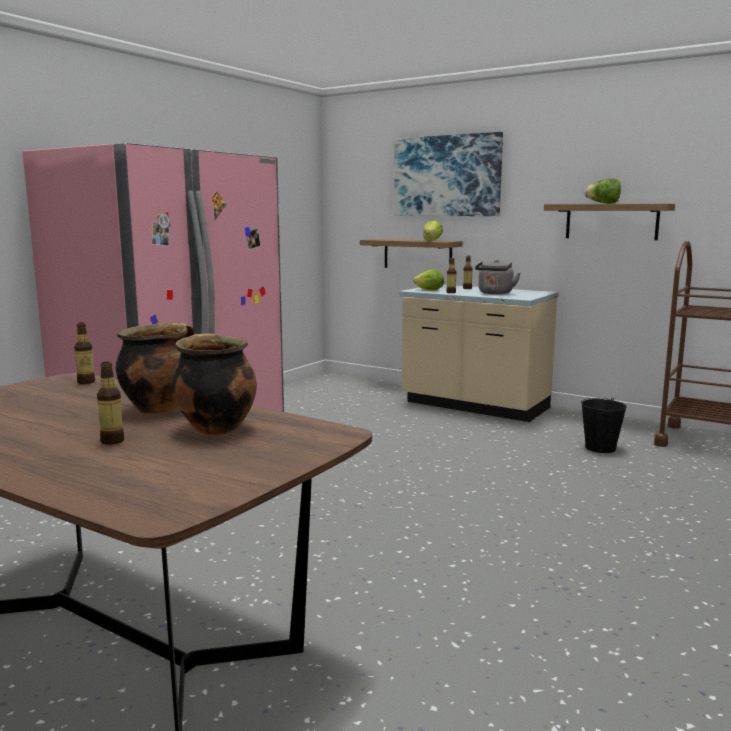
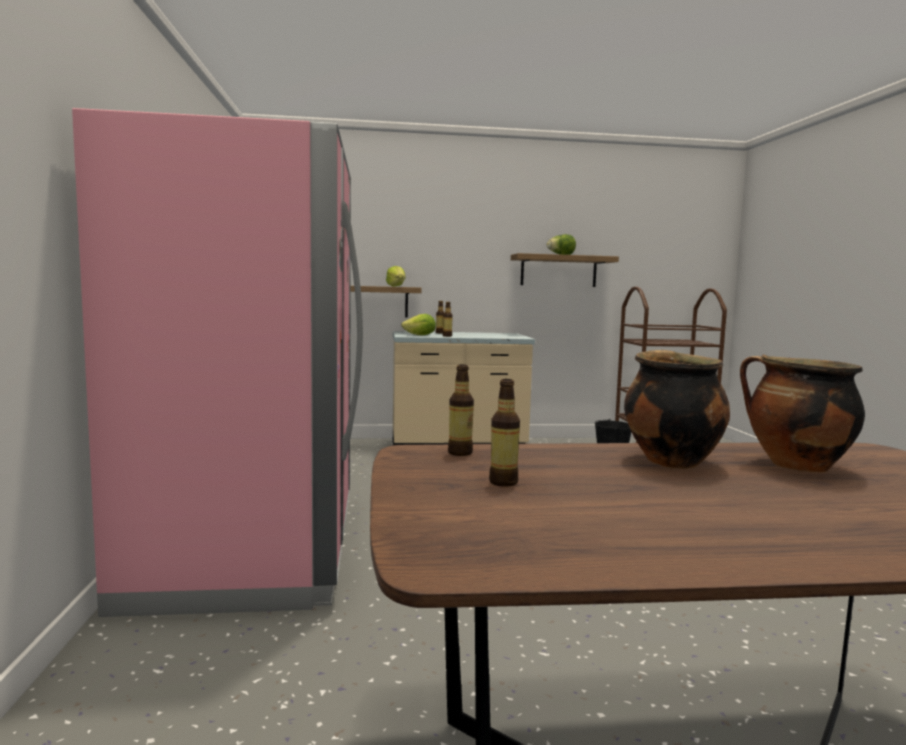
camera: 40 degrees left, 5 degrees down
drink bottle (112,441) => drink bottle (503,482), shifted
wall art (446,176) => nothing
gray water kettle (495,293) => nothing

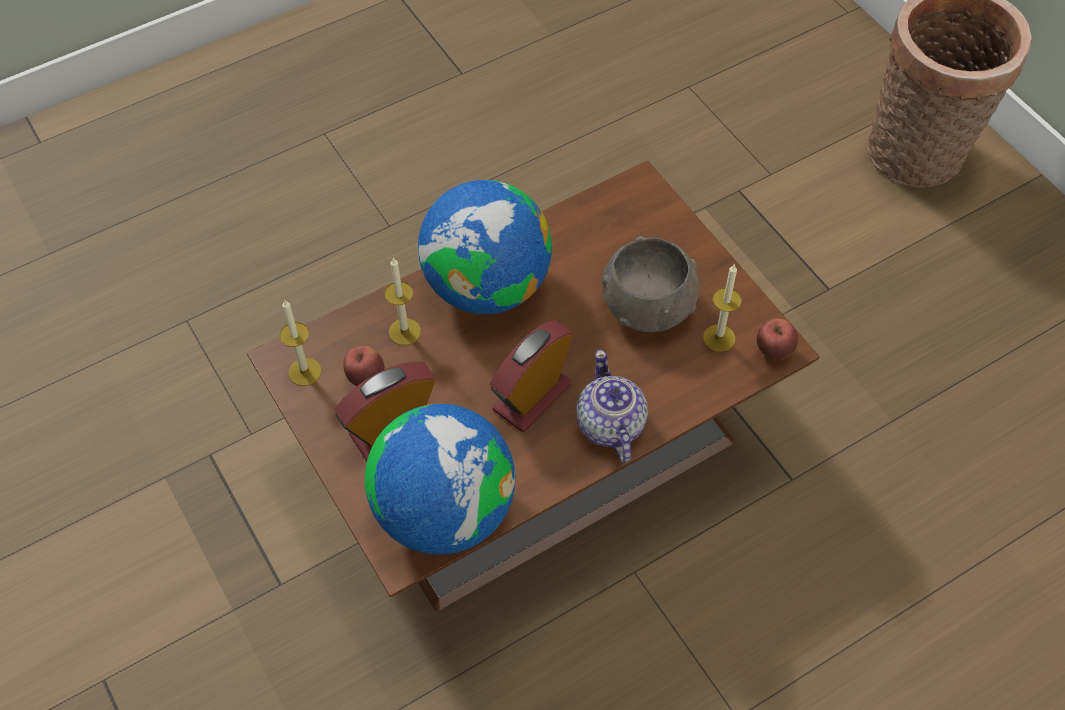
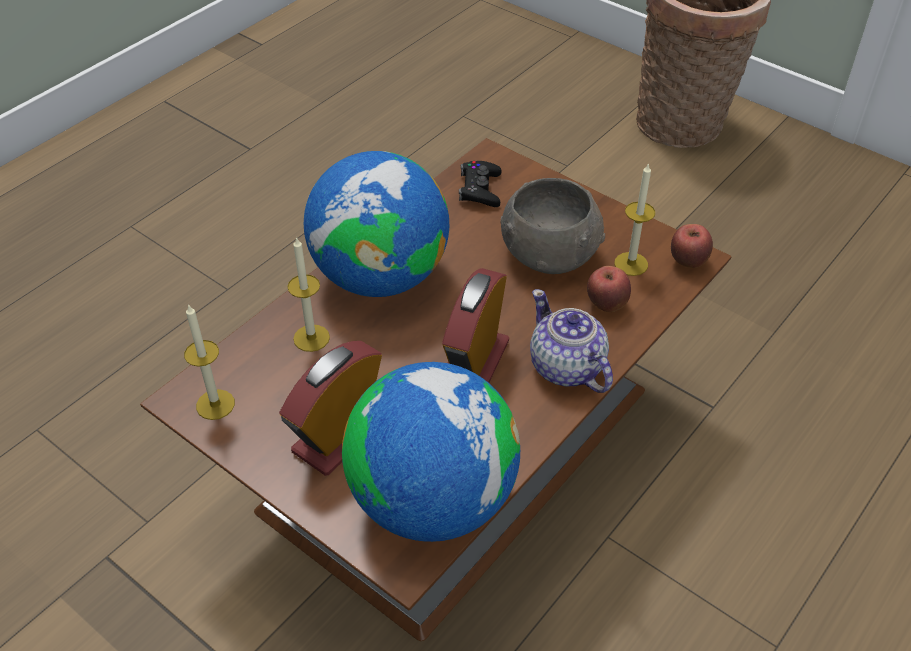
camera: 20 degrees left, 10 degrees down
apple fruit (366,378) => apple fruit (606,305), shifted
nothing => blackish game controller (480,189)

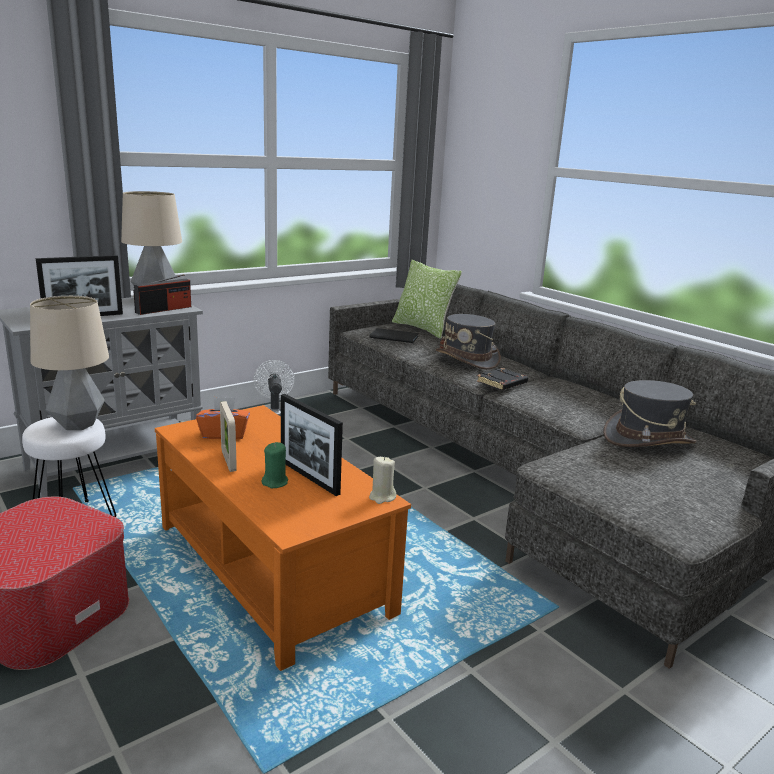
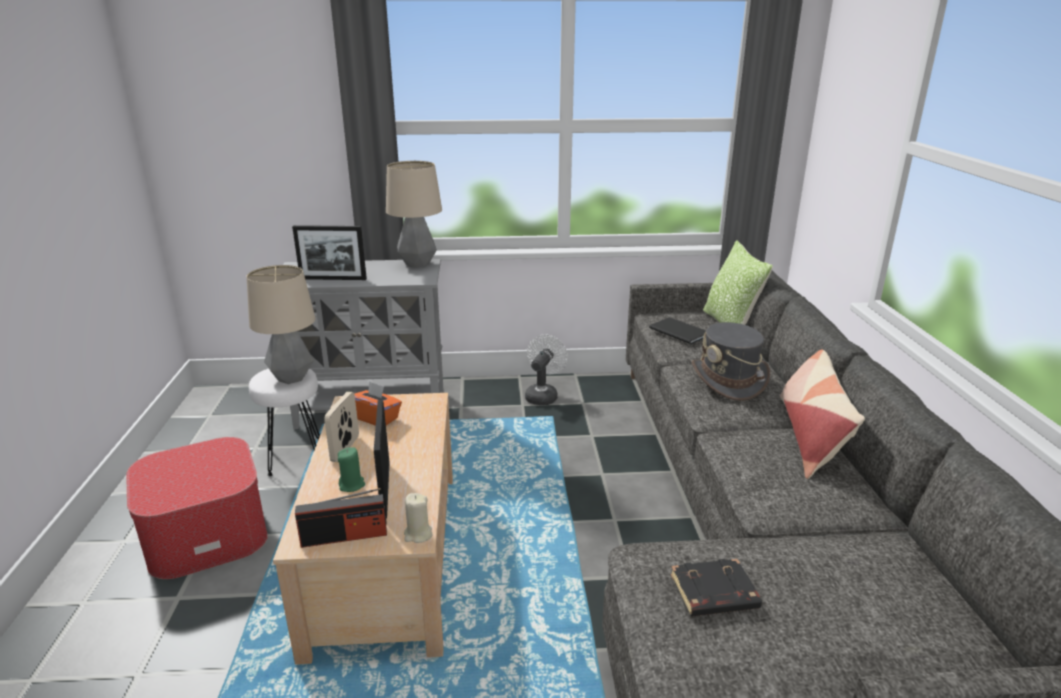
camera: 35 degrees right, 5 degrees up
radio (164,309) => radio (344,536), shifted
orange-coloured low table (274,568) => beige-coloured low table (389,558)
blackish volume (502,383) => blackish volume (713,594), shifted
gray wearable hat (648,439) => nothing
nothing => pillow (811,435)

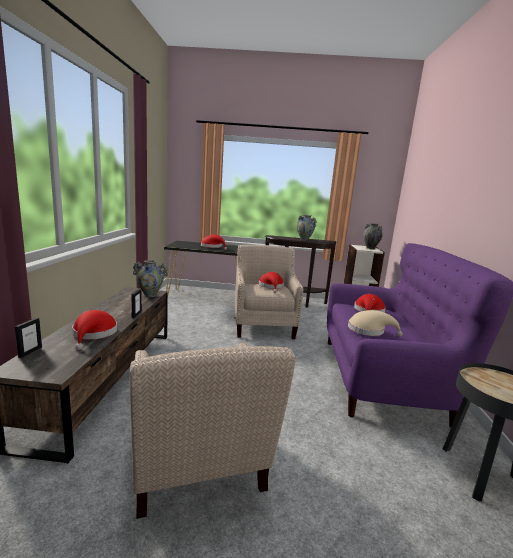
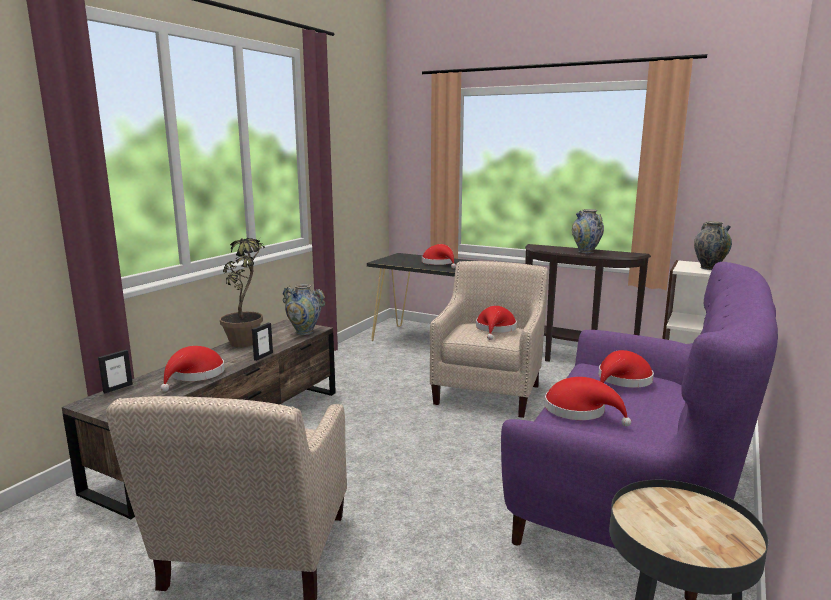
camera: 25 degrees right, 0 degrees up
beige-coloured wearable hat (369,330) => red wearable hat (579,411)
nothing => plant in a pot (248,340)

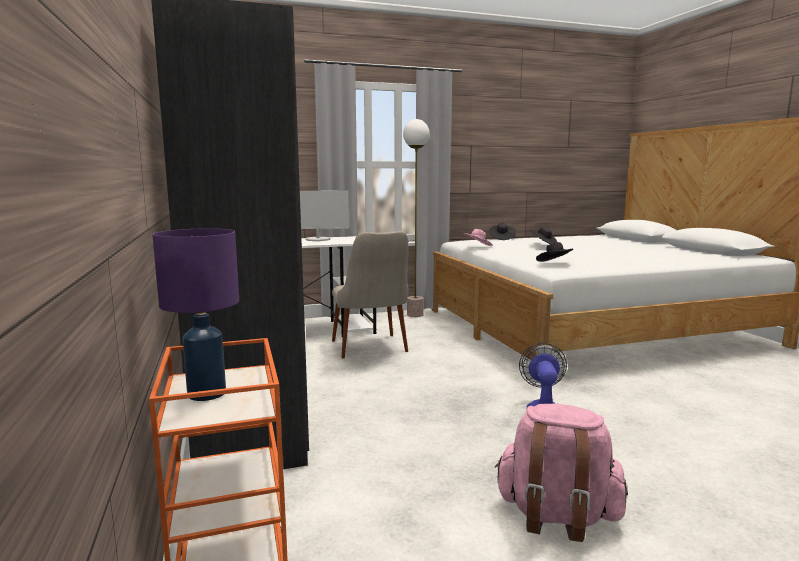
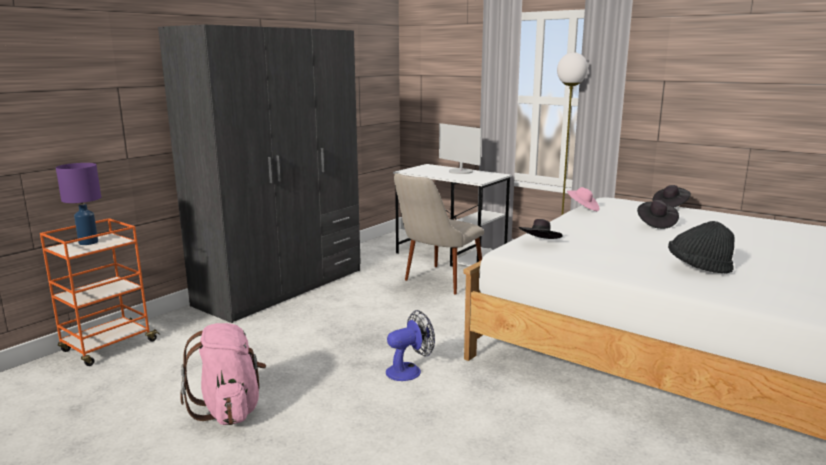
camera: 55 degrees right, 5 degrees up
nothing => blackish wearable hat (698,267)

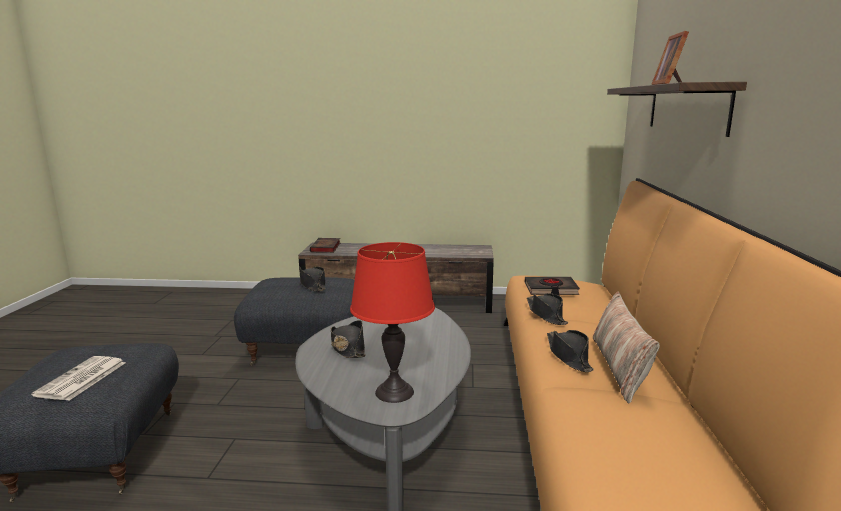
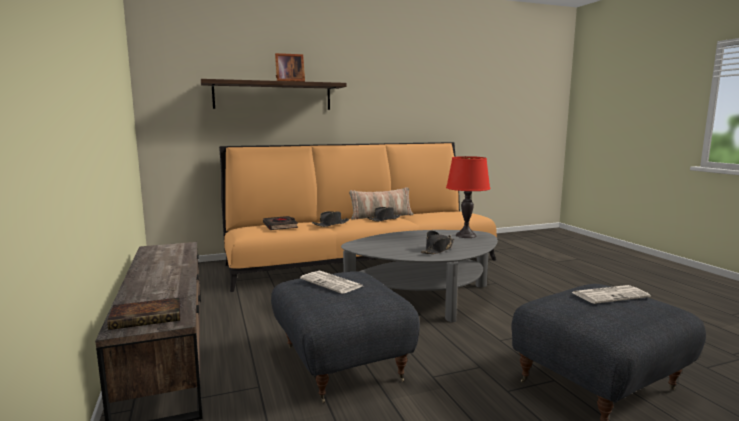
camera: 115 degrees left, 5 degrees down
blackish wearable hat (313,284) => printed paper (332,283)

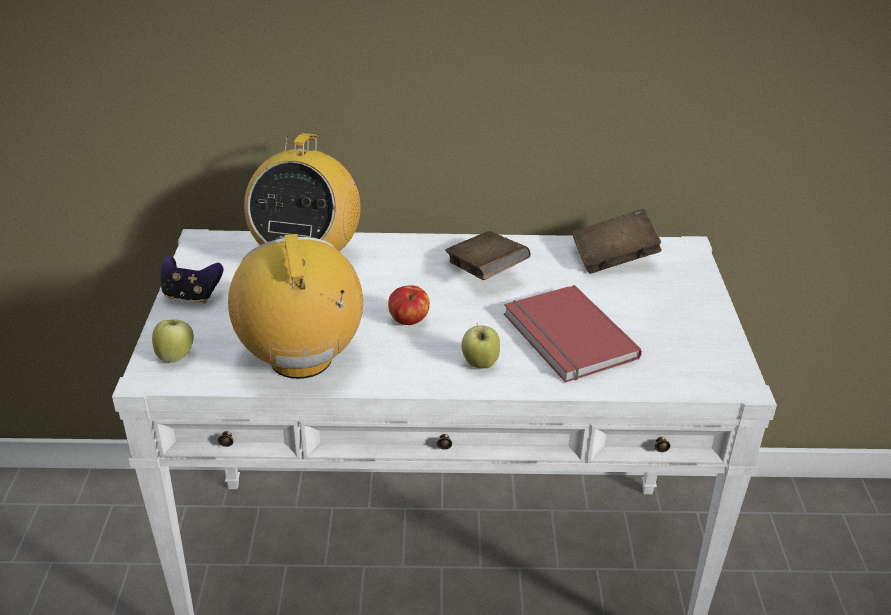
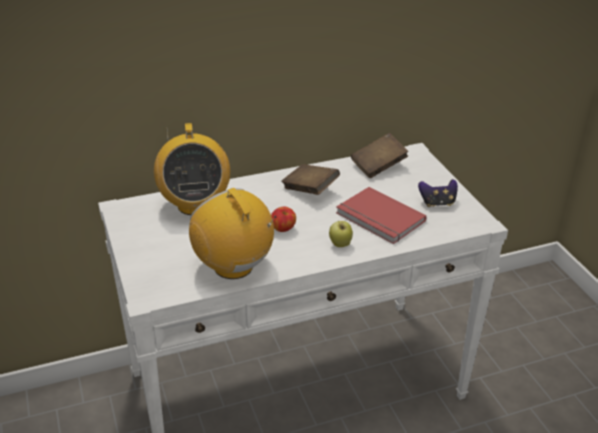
camera: 20 degrees left, 0 degrees up
apple fruit (176,356) => nothing
game controller (191,296) => game controller (437,203), shifted

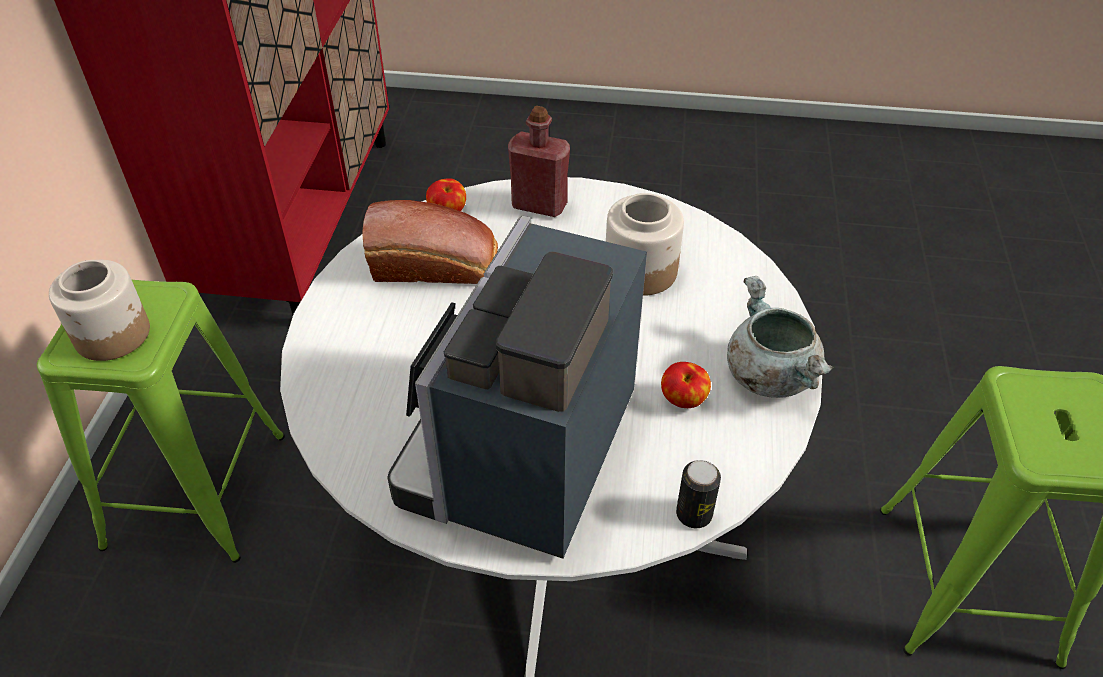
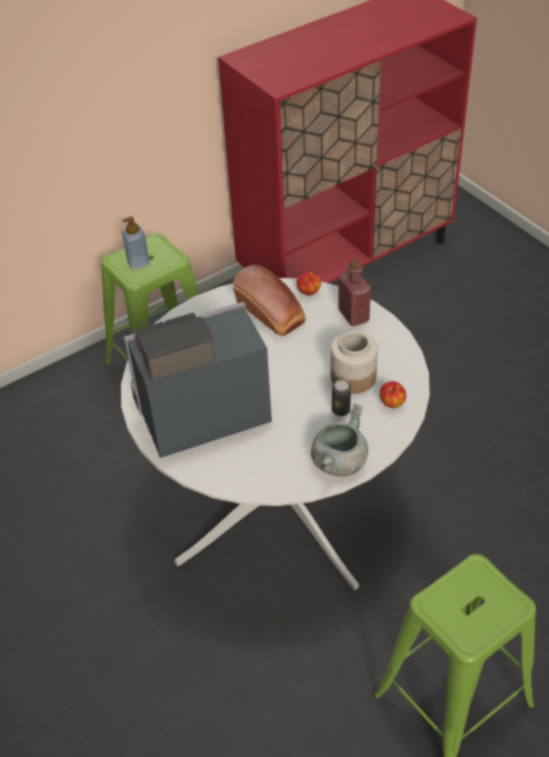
camera: 50 degrees right, 0 degrees up
preserve jar (113,334) => soap dispenser (138,262)
apple fruit (683,400) => apple fruit (392,403), shifted
metal can (694,514) => metal can (341,410), shifted

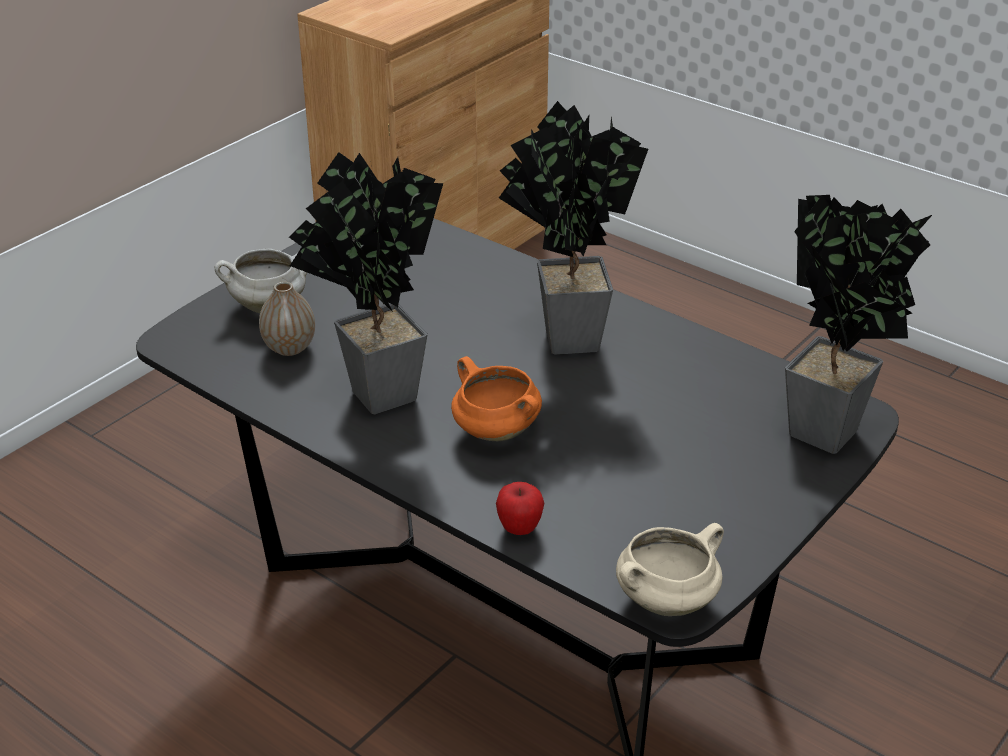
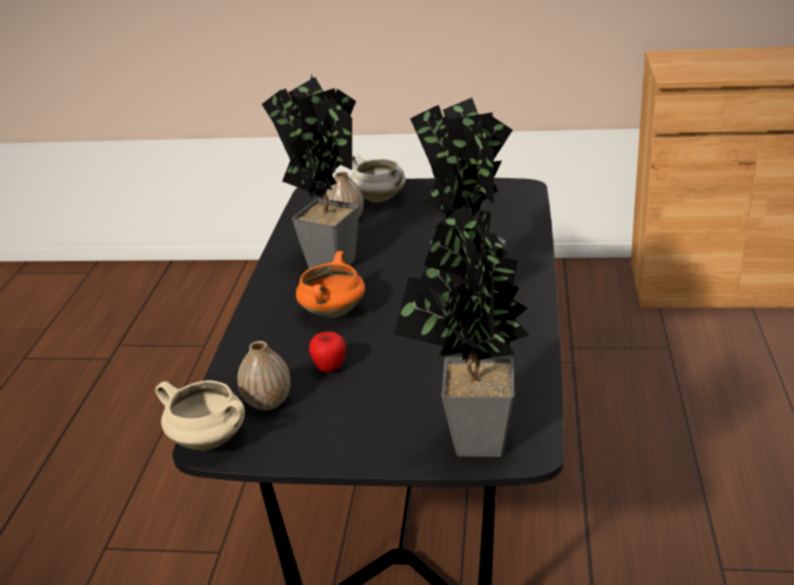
camera: 60 degrees right, 5 degrees down
apple fruit (519,528) => apple fruit (329,368), shifted
nothing => vase (267,402)

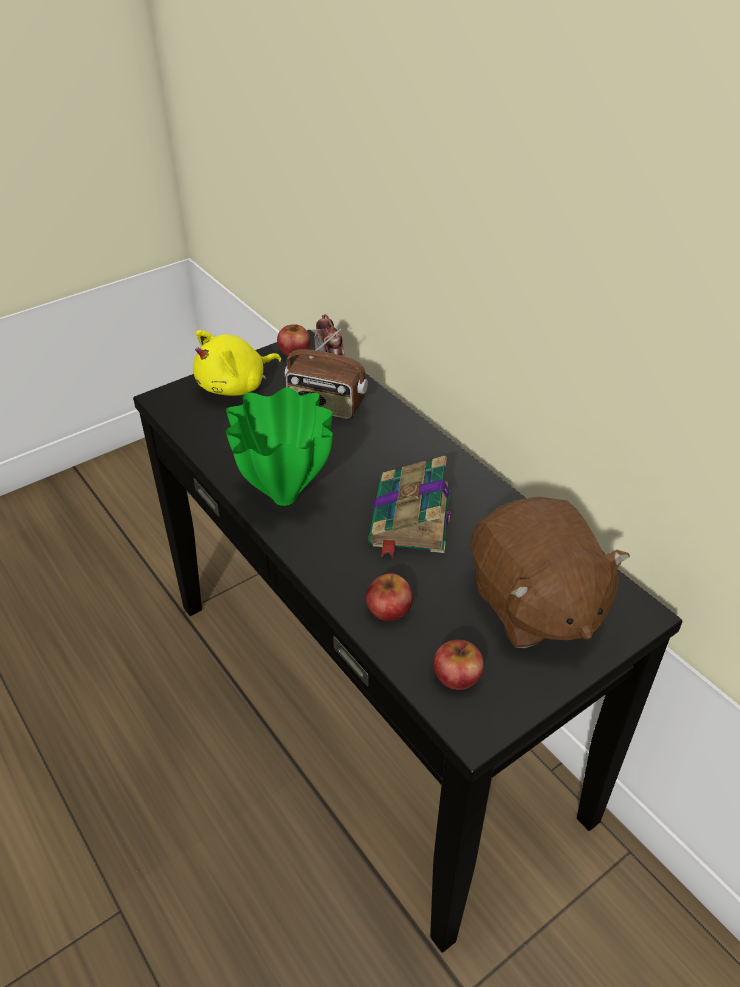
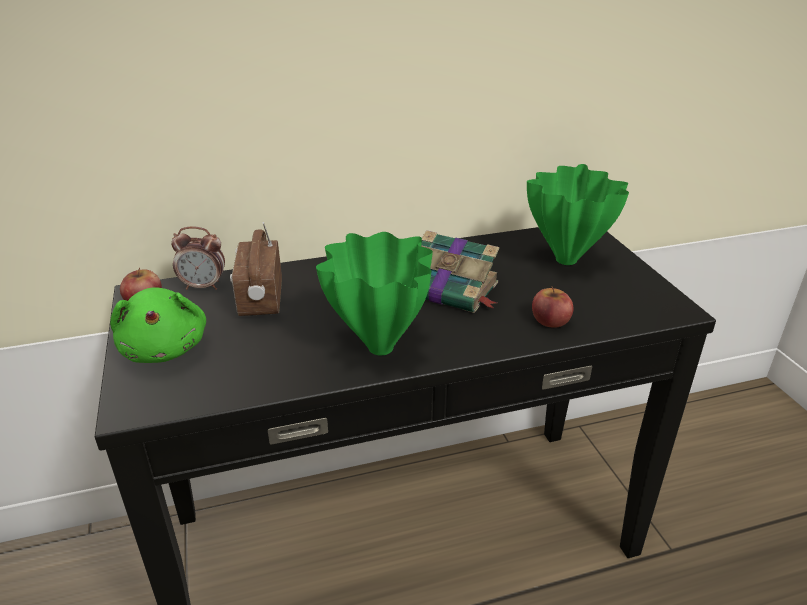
camera: 70 degrees left, 10 degrees down
yellowish plush toy (236,386) => greenish plush toy (165,348)
radio (326,406) => radio (260,299), 135 degrees clockwise
apple fruit (457,675) => nothing
brown-coloured plush toy (534,605) => greenish vase (565,261)

